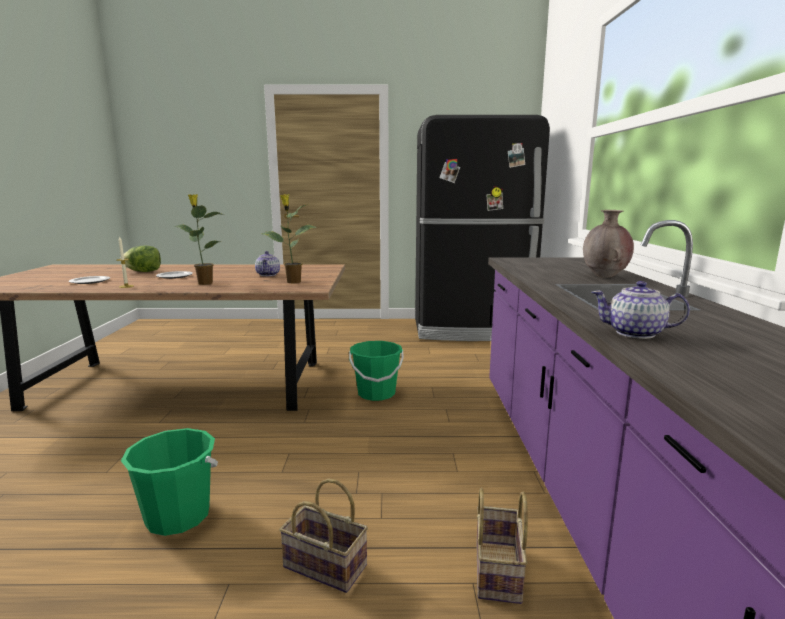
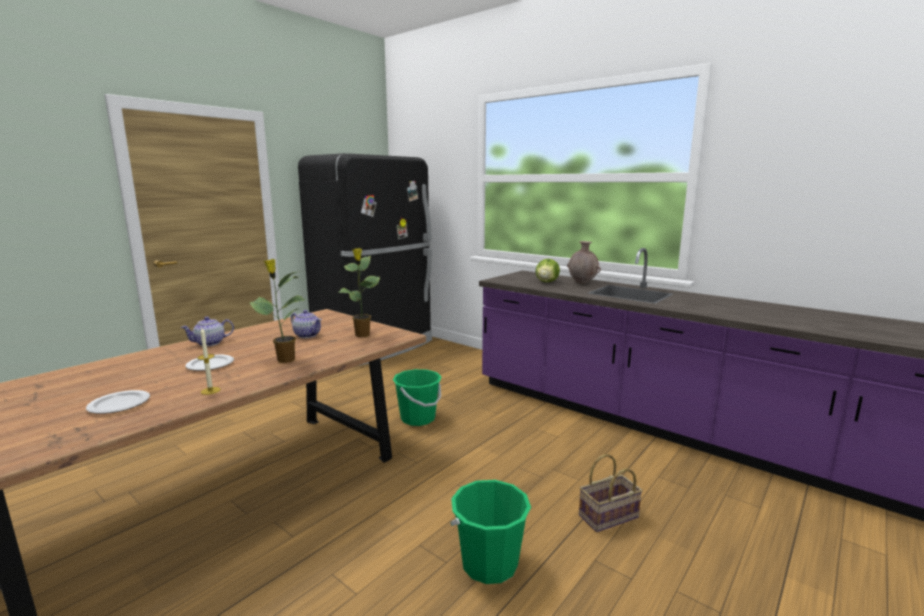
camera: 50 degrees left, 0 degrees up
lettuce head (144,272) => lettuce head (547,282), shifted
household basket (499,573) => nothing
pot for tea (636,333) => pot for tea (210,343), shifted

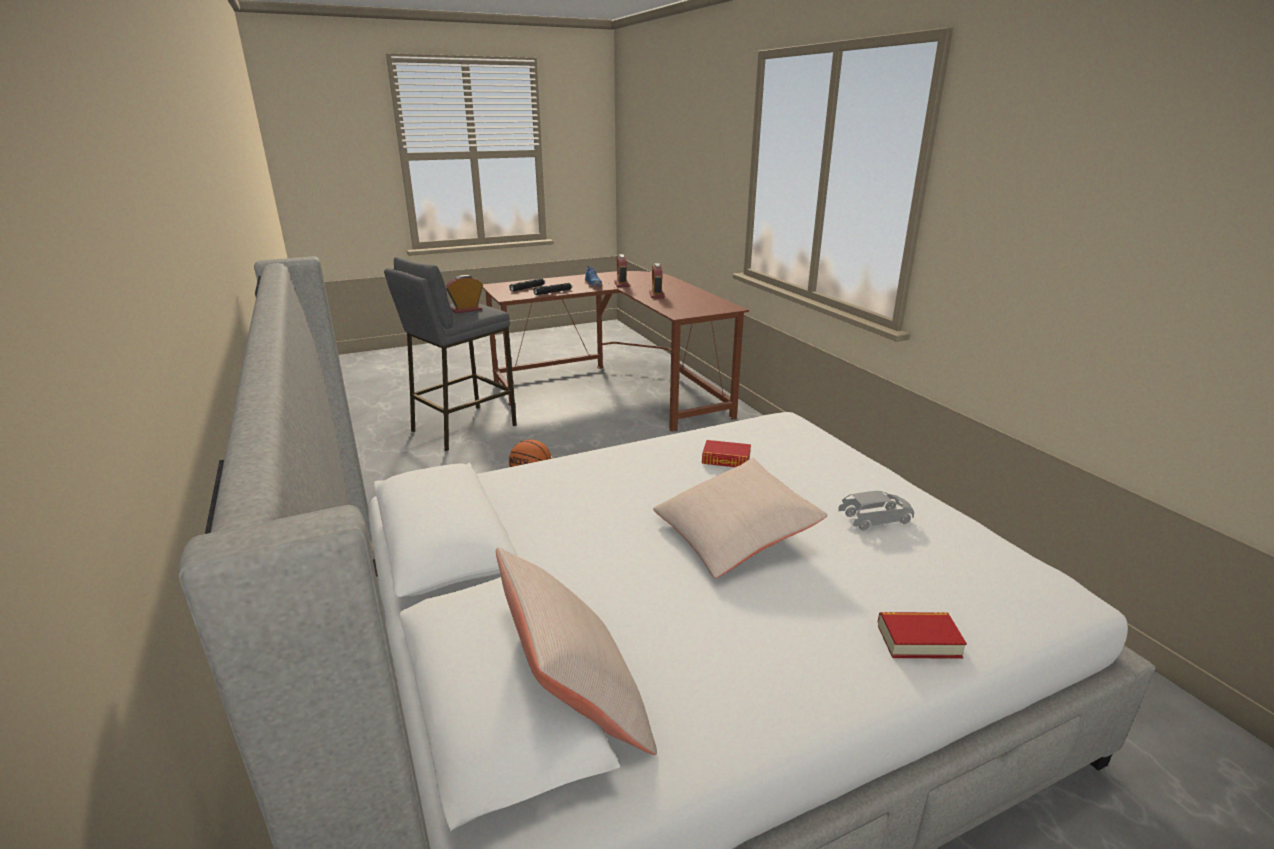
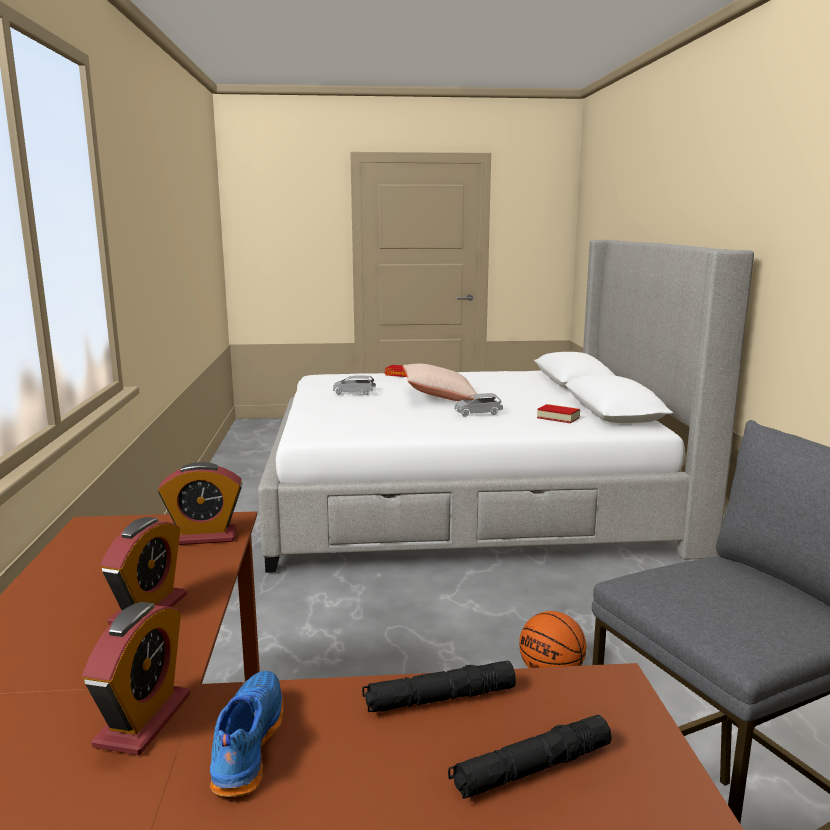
camera: 160 degrees left, 10 degrees down
table clock (466,310) => table clock (204,537), shifted
beige-coloured pillow (576,701) => nothing
volume (726,459) => volume (558,418), shifted
nothing => gray miniature car (477,413)

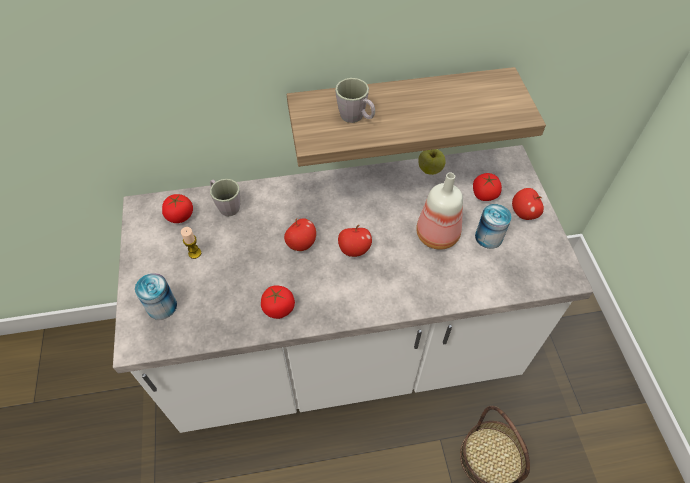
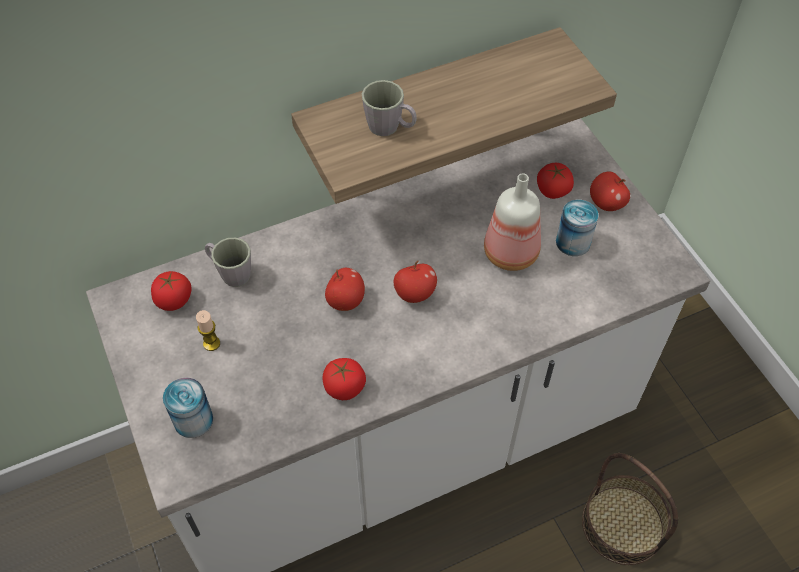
camera: 15 degrees left, 0 degrees up
apple fruit (430,169) => nothing

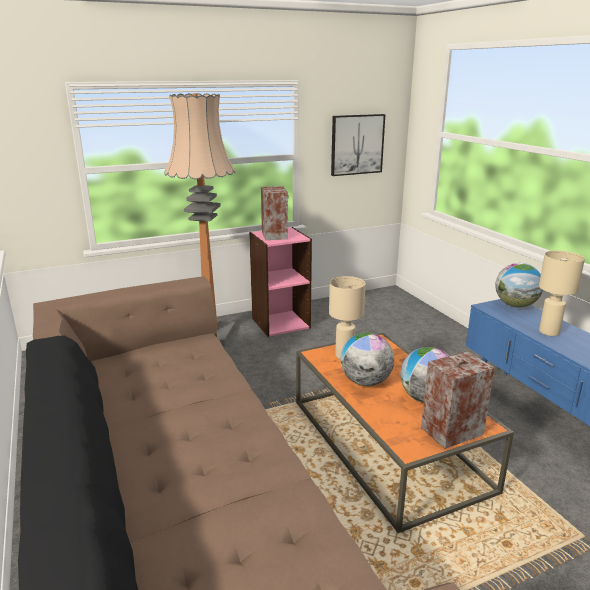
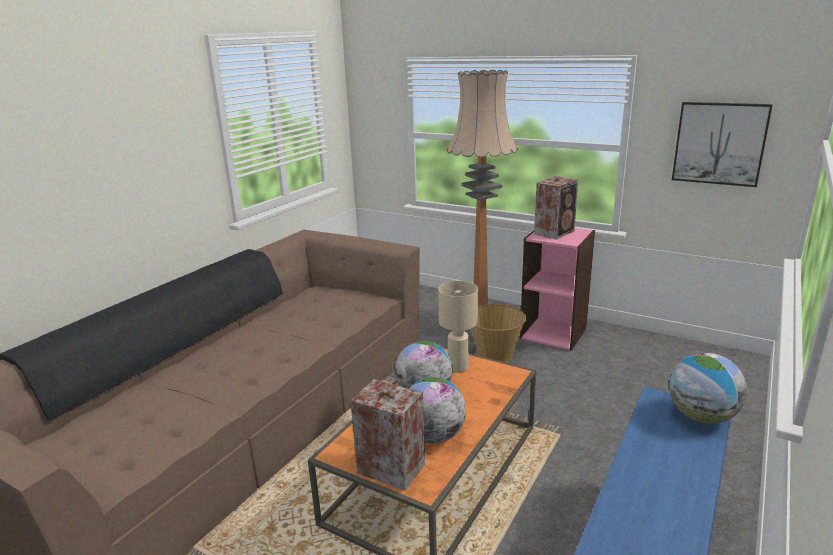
camera: 55 degrees right, 0 degrees up
beige-coloured tabletop lamp (549,332) => nothing
nothing => household basket (495,353)

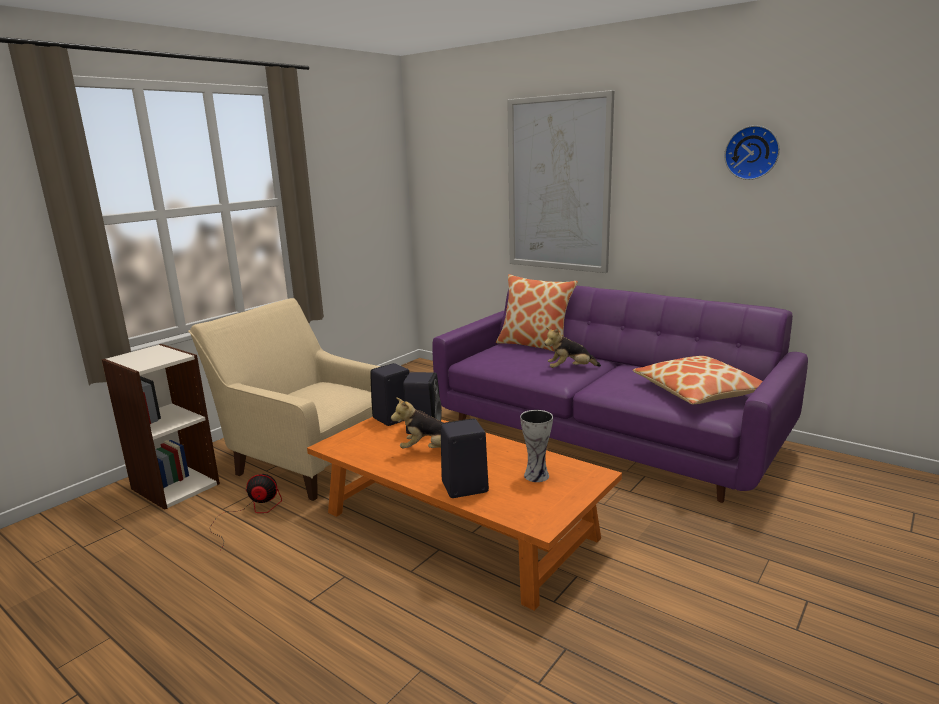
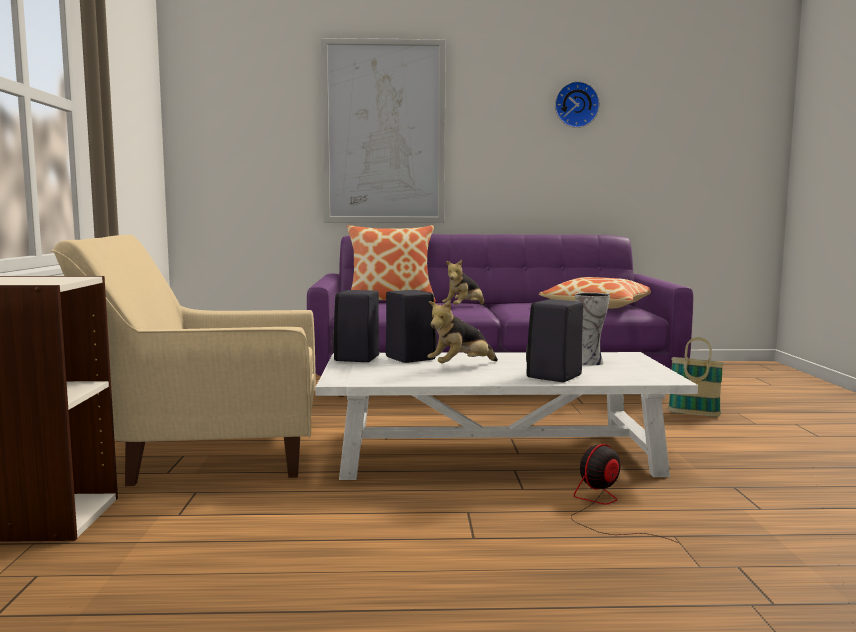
camera: 40 degrees left, 10 degrees down
cooling fan (250,514) => cooling fan (603,507), shifted
orange-coloured low table (460,524) => white low table (496,451)
nothing => household basket (694,414)

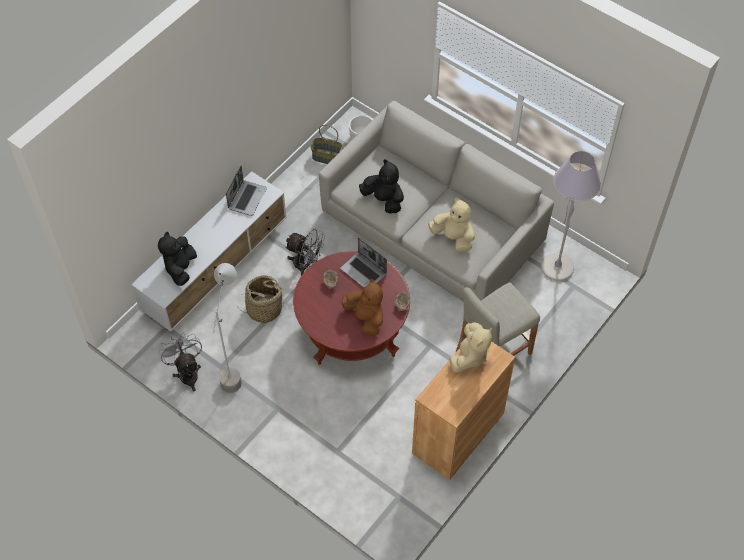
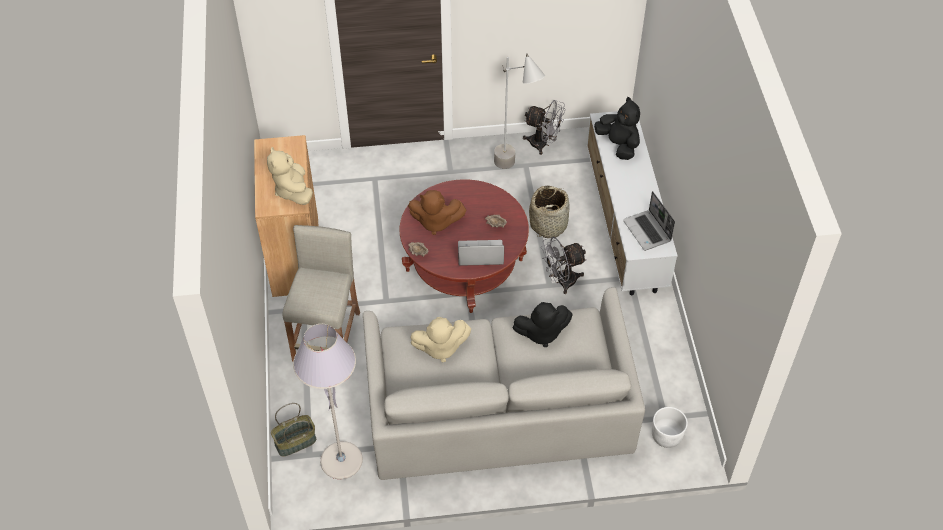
camera: 135 degrees right, 5 degrees down
household basket (328,157) => household basket (295,442), shifted

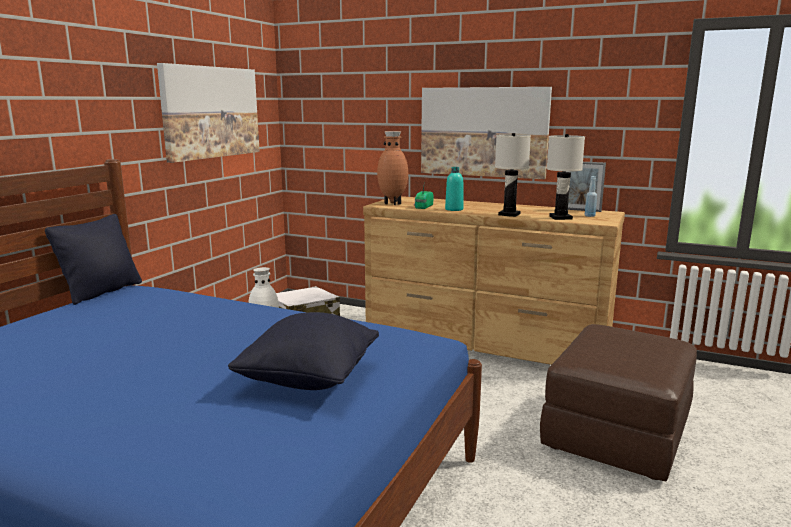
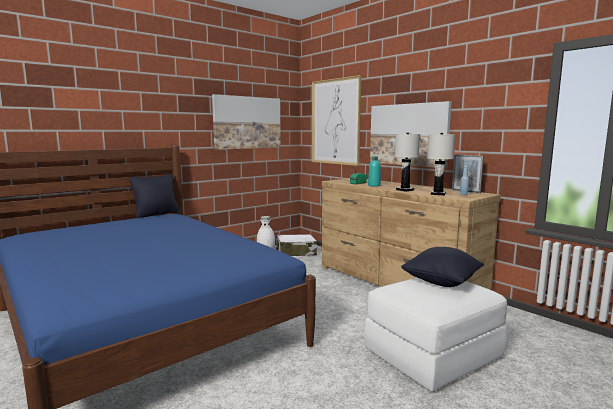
camera: 25 degrees right, 5 degrees down
blackish pillow (309,379) => blackish pillow (441,282), shifted
brown-coloured vase (393,203) => nothing
brown-coloured footrest (616,433) => white footrest (432,354)
nothing => wall art (335,122)

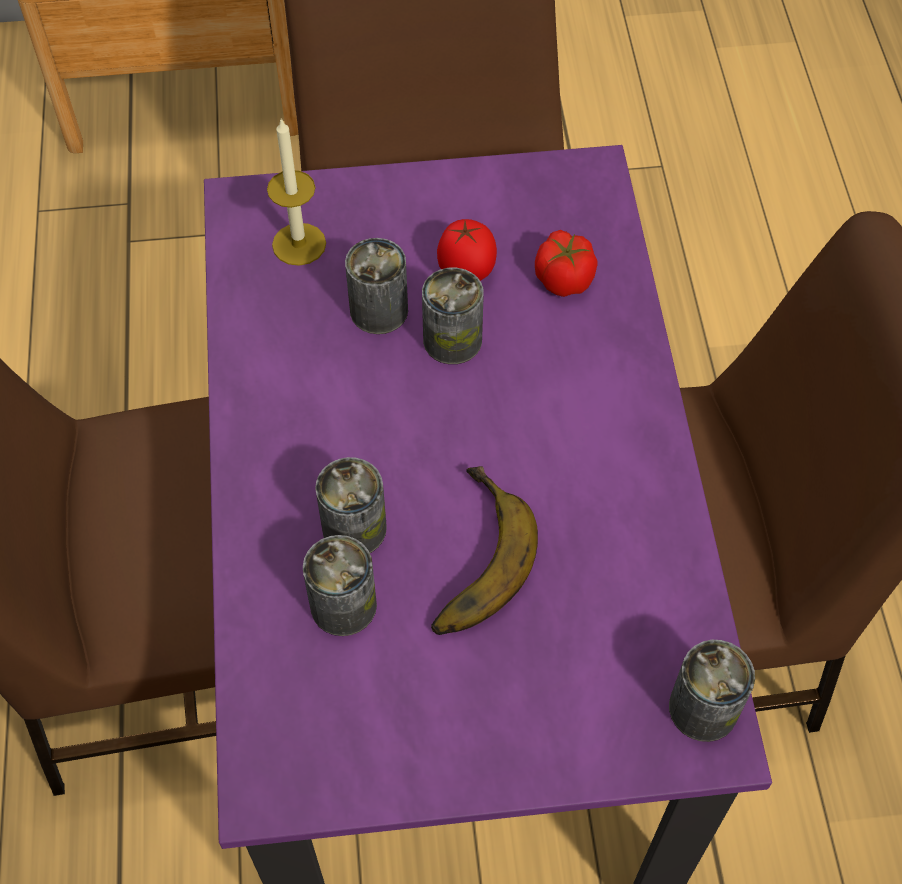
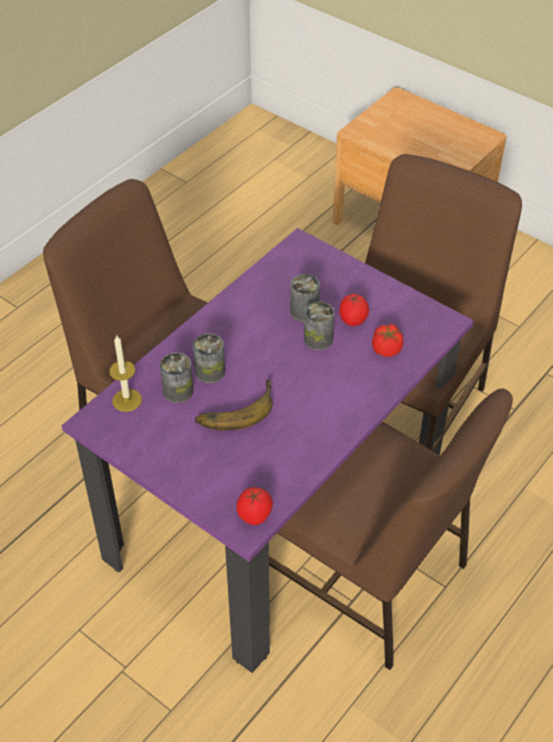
camera: 45 degrees right, 10 degrees down
wax light (299,244) => wax light (127,400), shifted
metal can (703,708) => tomato (255,516)

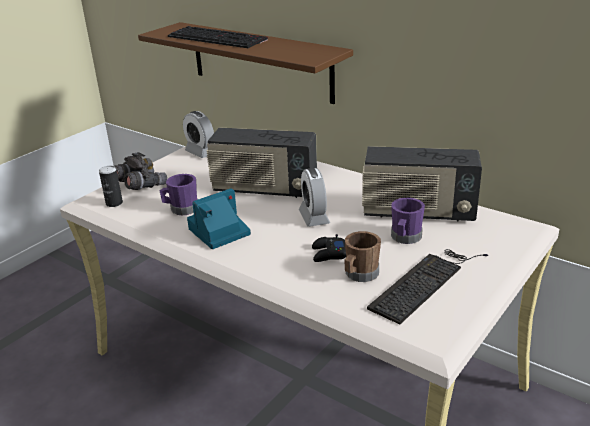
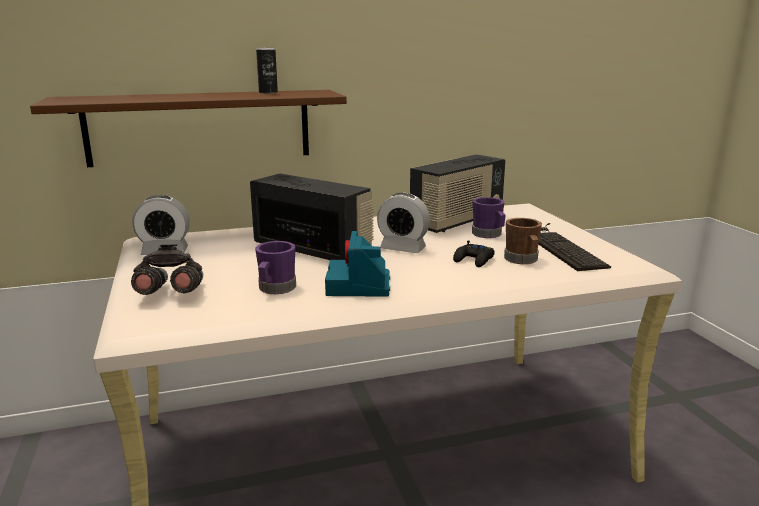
camera: 55 degrees left, 10 degrees down
metal can (114,203) => metal can (268,92), shifted
computer keyboard (218,38) => nothing
radio (264,189) => radio (313,250), 105 degrees counterclockwise

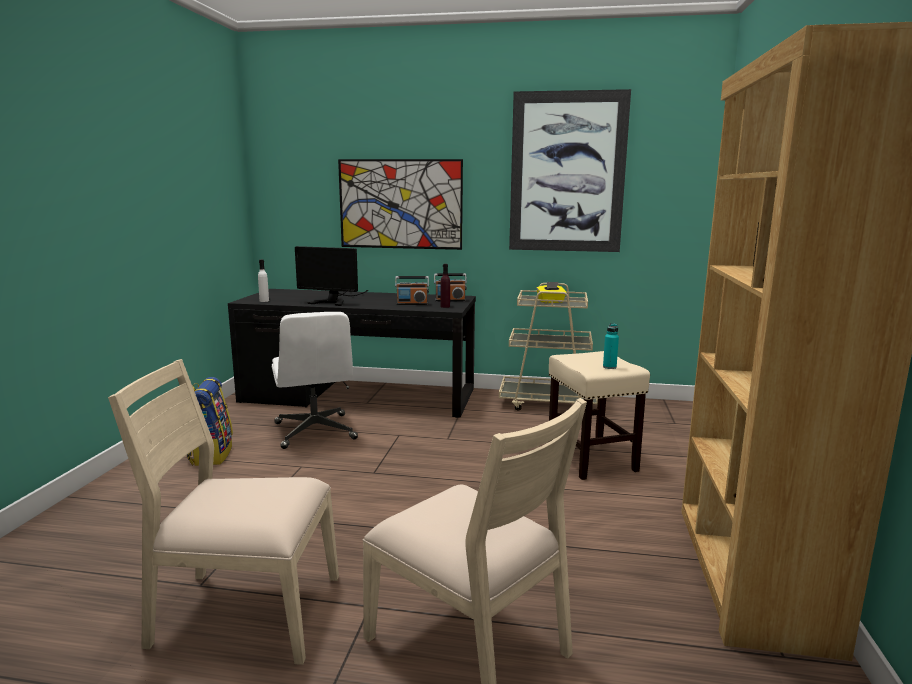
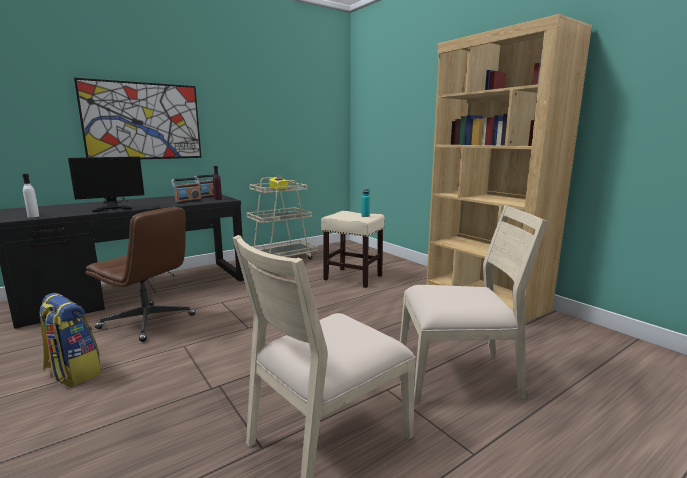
camera: 45 degrees left, 0 degrees up
white desk chair (315,431) => brown-coloured desk chair (148,322)
wall art (567,173) => nothing

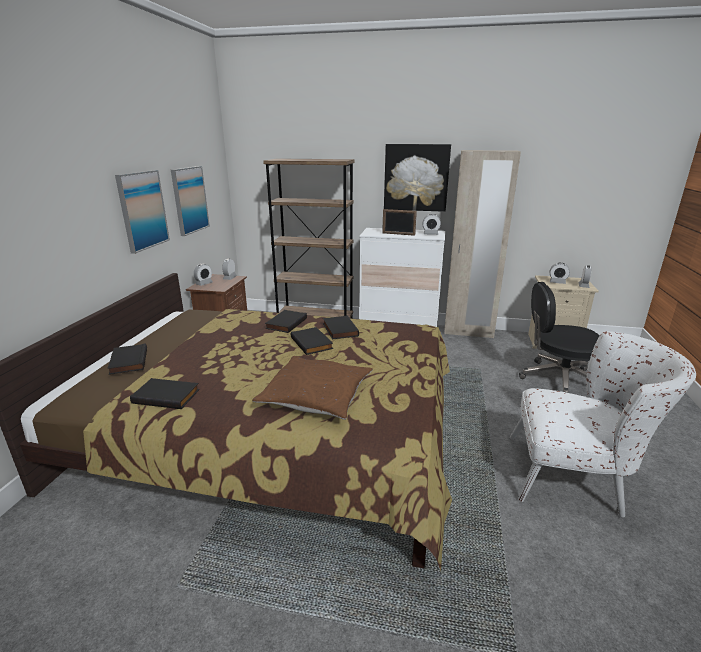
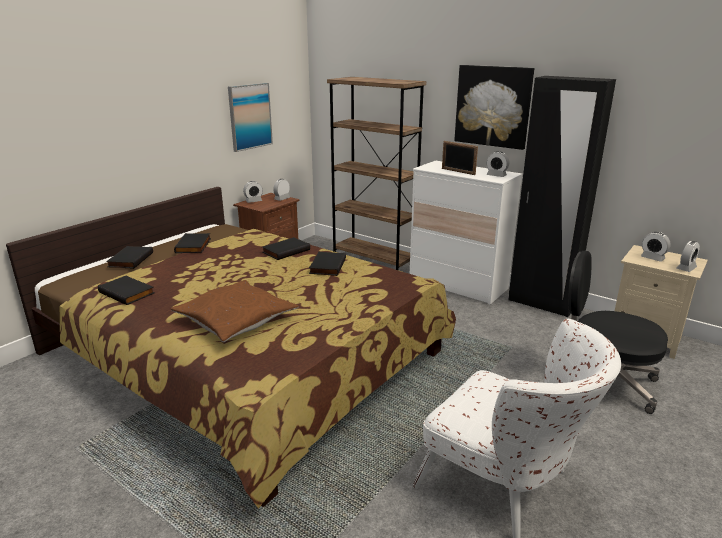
camera: 25 degrees right, 0 degrees up
wall art (142,210) => nothing
blackish volume (312,343) => blackish volume (194,246), shifted
beige-coloured wardrobe (468,332) => blackish wardrobe (541,304)

